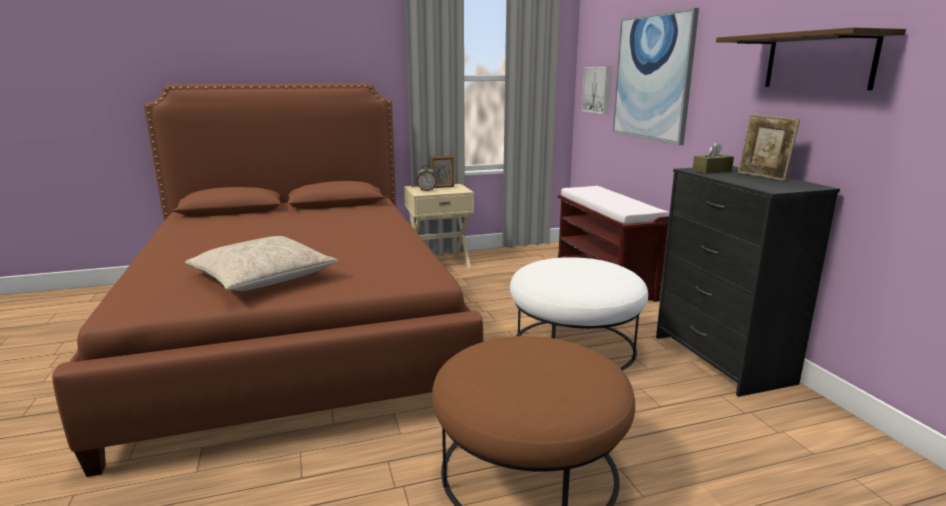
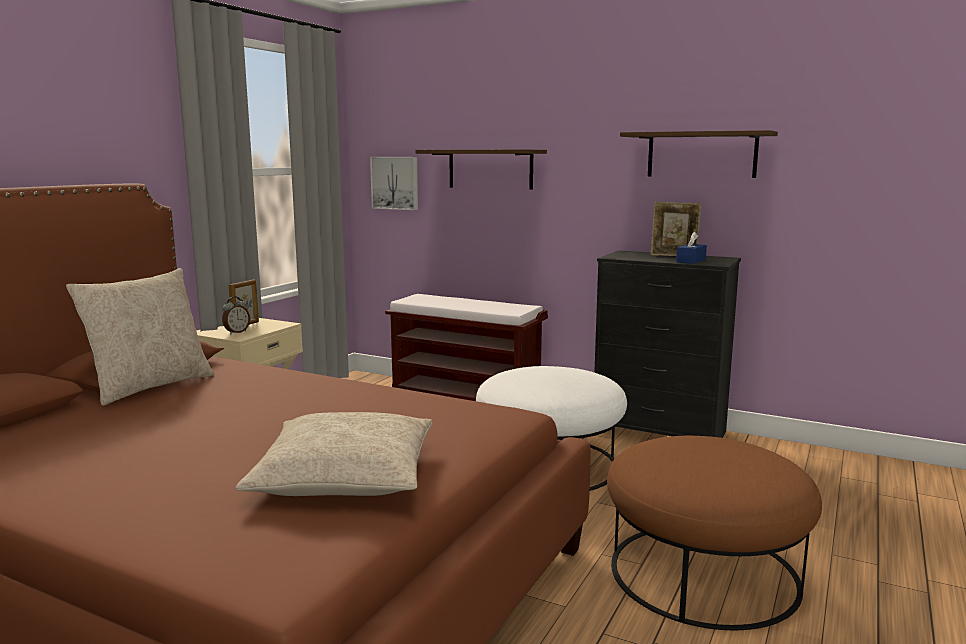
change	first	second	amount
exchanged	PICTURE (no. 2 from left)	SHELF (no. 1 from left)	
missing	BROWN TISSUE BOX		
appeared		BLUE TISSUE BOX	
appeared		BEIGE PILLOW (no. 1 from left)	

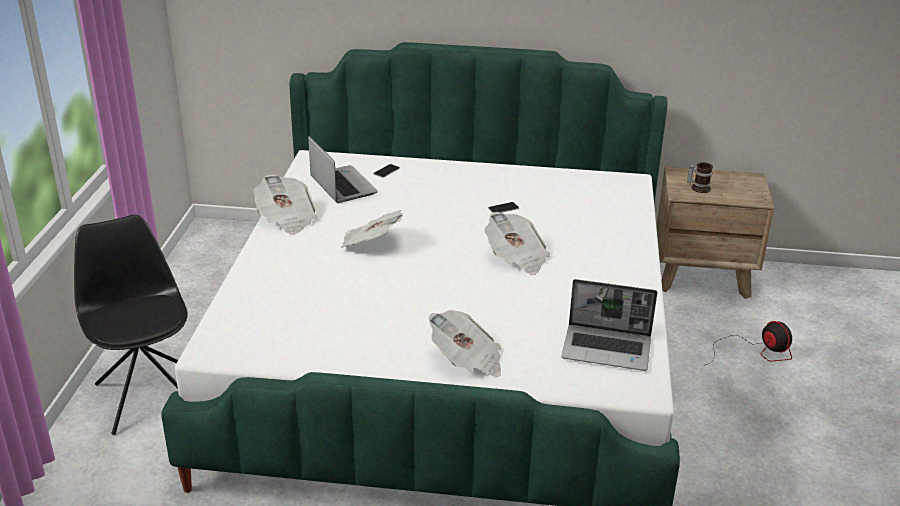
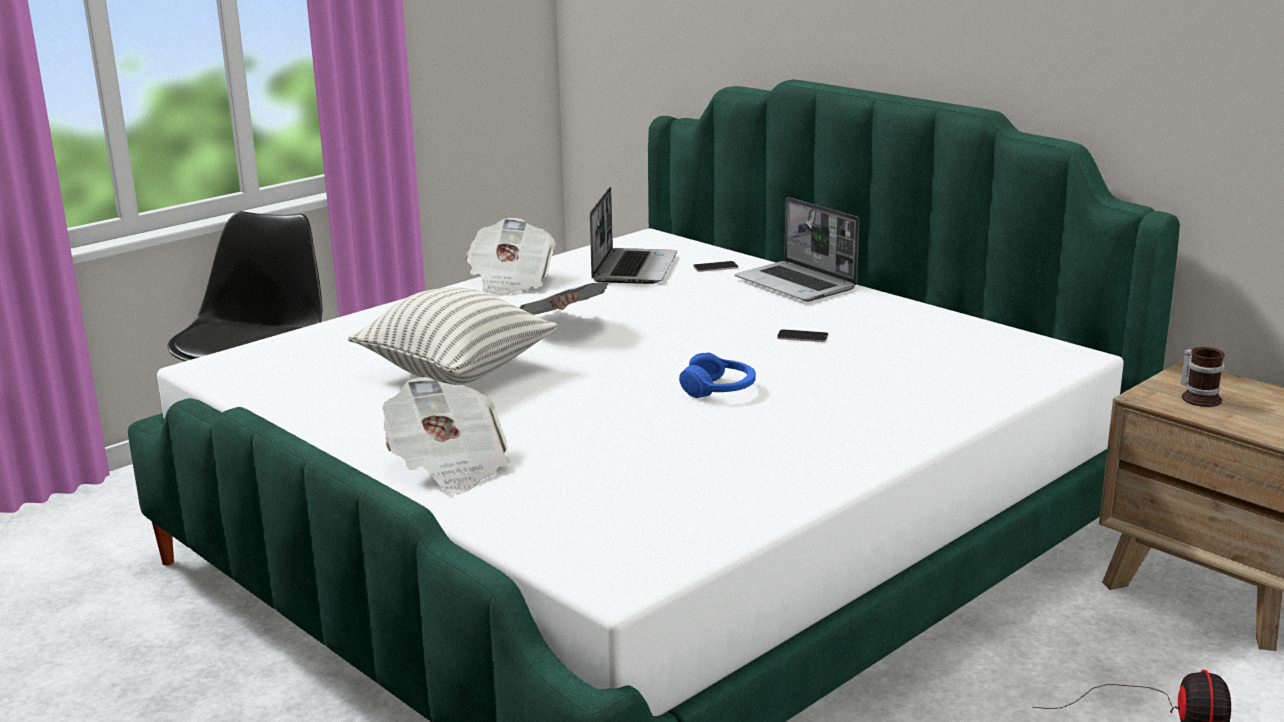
change	first	second	amount
exchanged	NEWSPAPER (no. 4 from left)	BLUE HEADPHONES	
relocated	LAPTOP (no. 2 from left)		
appeared		PILLOW	

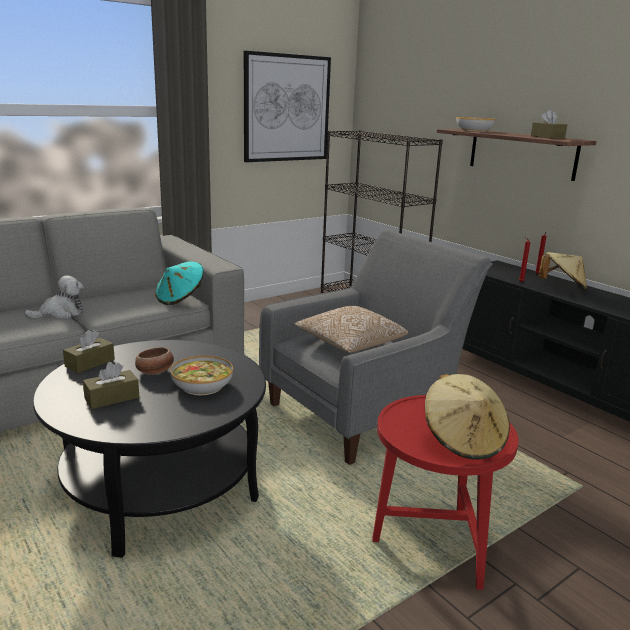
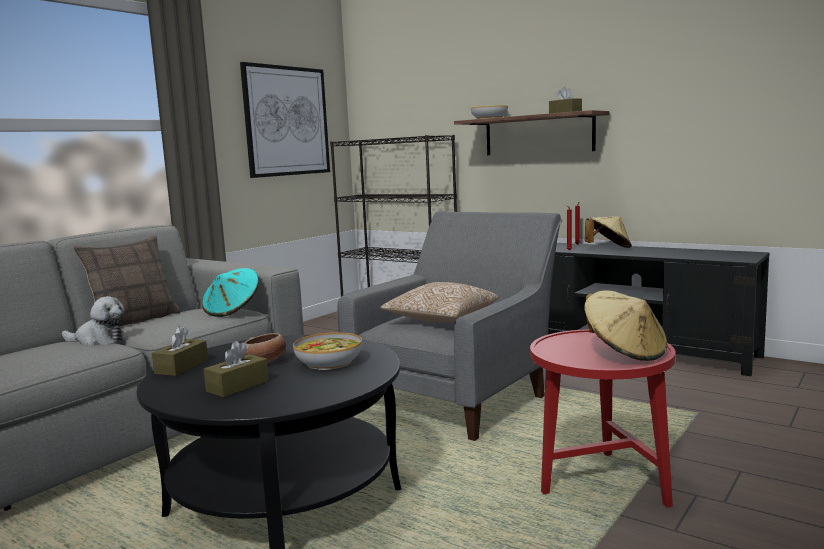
change	first	second	amount
spun	PLUSH TOY		60 degrees clockwise
appeared		PILLOW (no. 1 from left)	

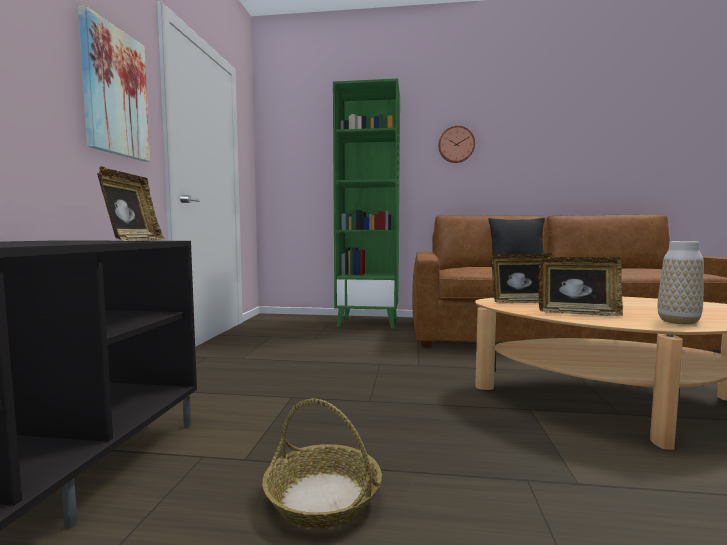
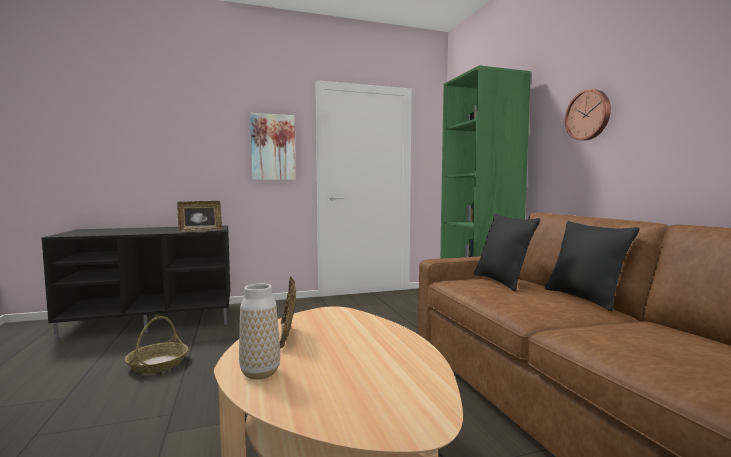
change	first	second	amount
missing	PICTURE FRAME (no. 2 from left)		
appeared		BLACK PILLOW (no. 1 from left)	

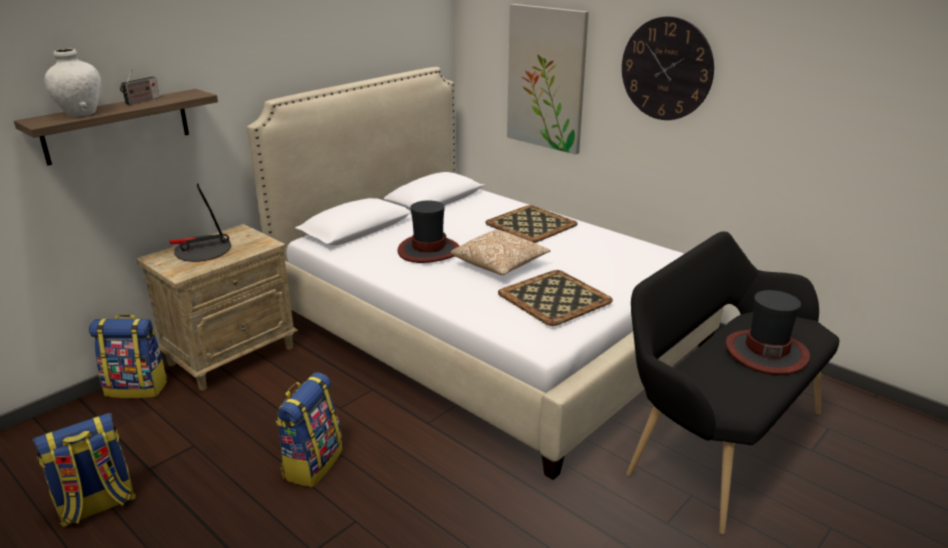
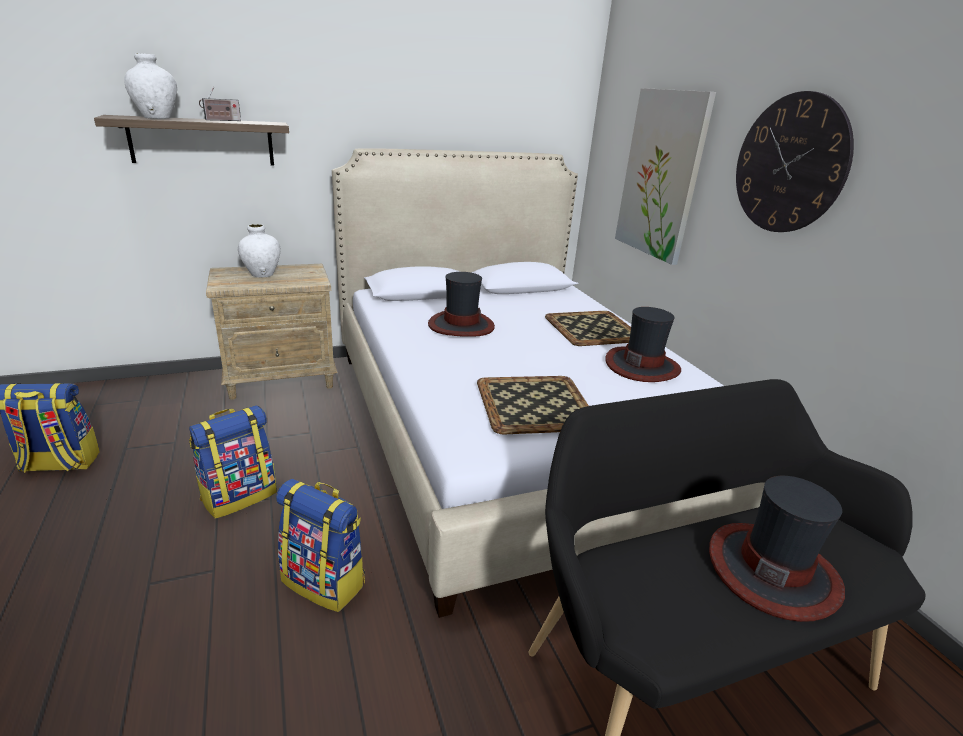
change	first	second	amount
exchanged	TABLE LAMP	WHITE VASE (no. 2 from left)	
missing	PILLOW		
relocated	BACKPACK (no. 2 from left in the first image)	BACKPACK (no. 3 from left)	
appeared		HAT (no. 2 from left)	

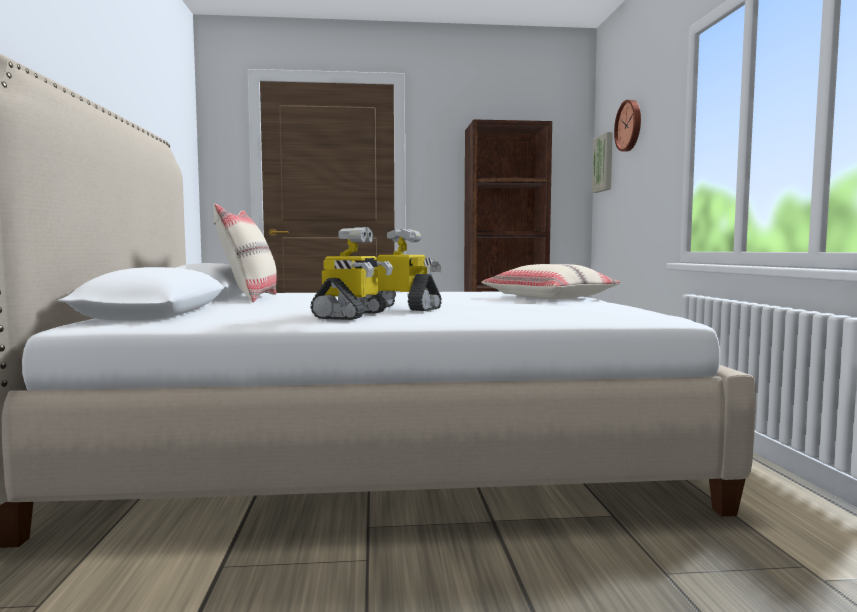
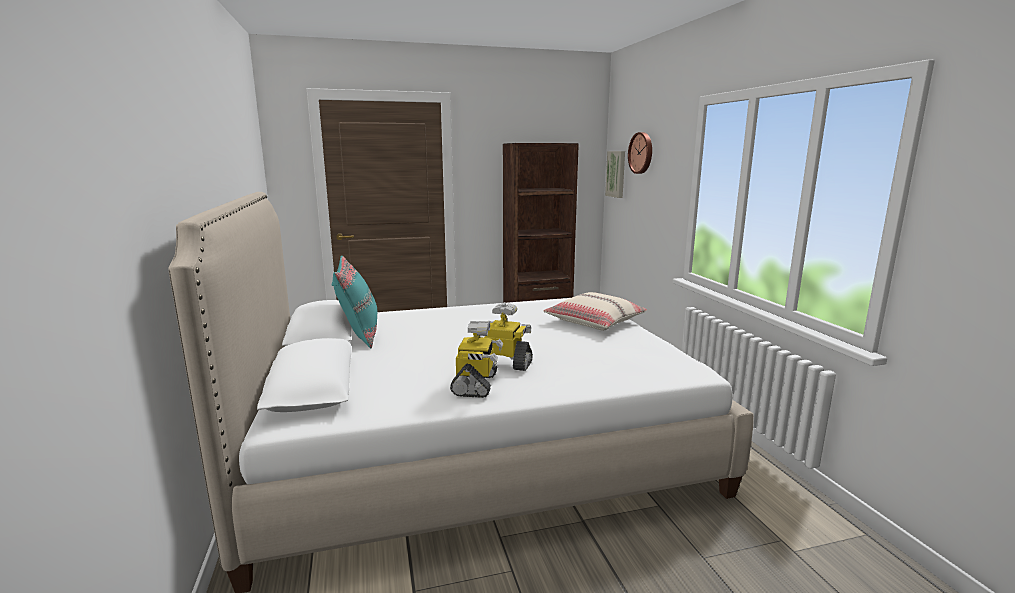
change	first	second	amount
colour	BEIGE PILLOW (no. 1 from left)	TURQUOISE PILLOW	

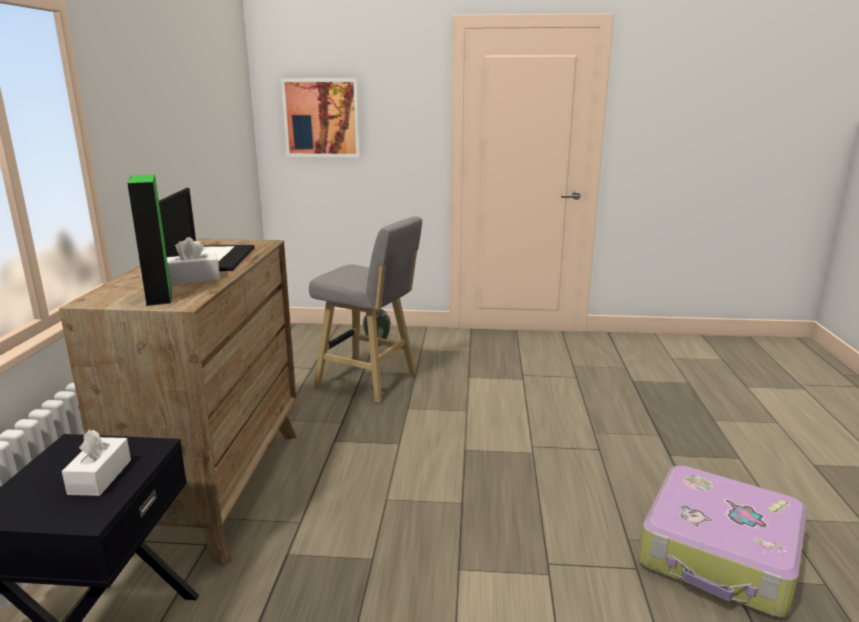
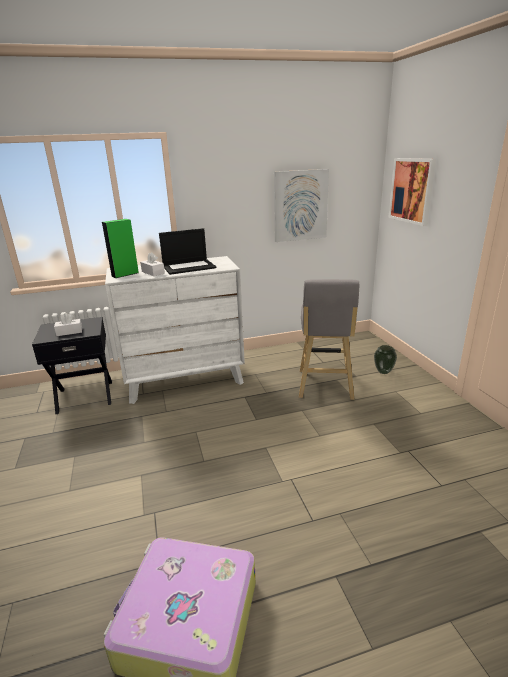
change	first	second	amount
colour	BROWN DRESSER	WHITE DRESSER	
appeared		PICTURE (no. 1 from left)	

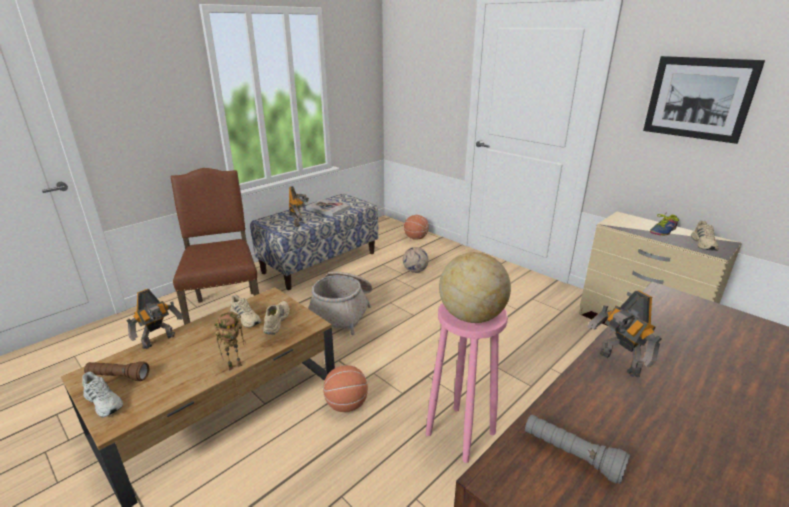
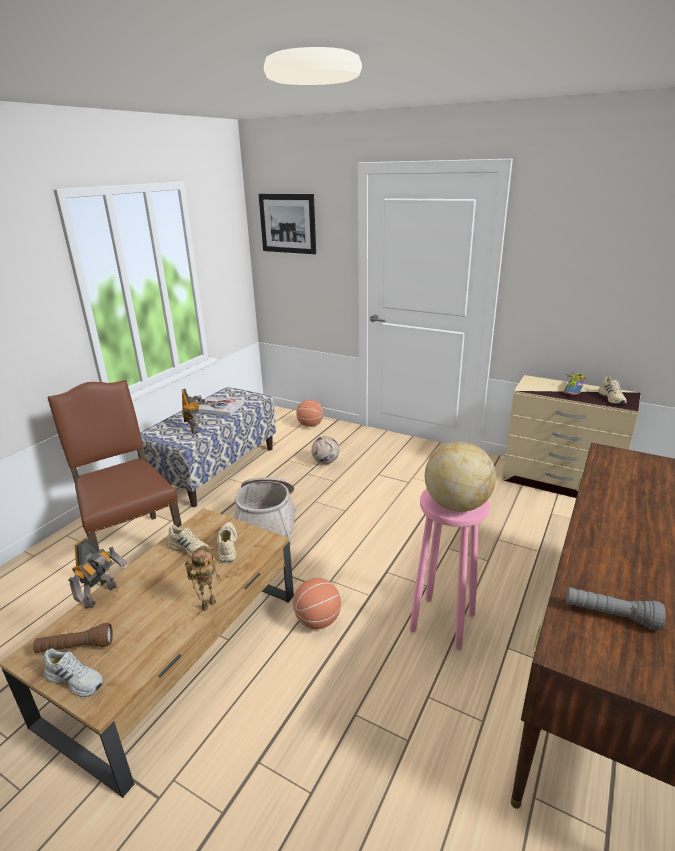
change	first	second	amount
relocated	PICTURE		
missing	TOY ROBOT (no. 4 from left)		

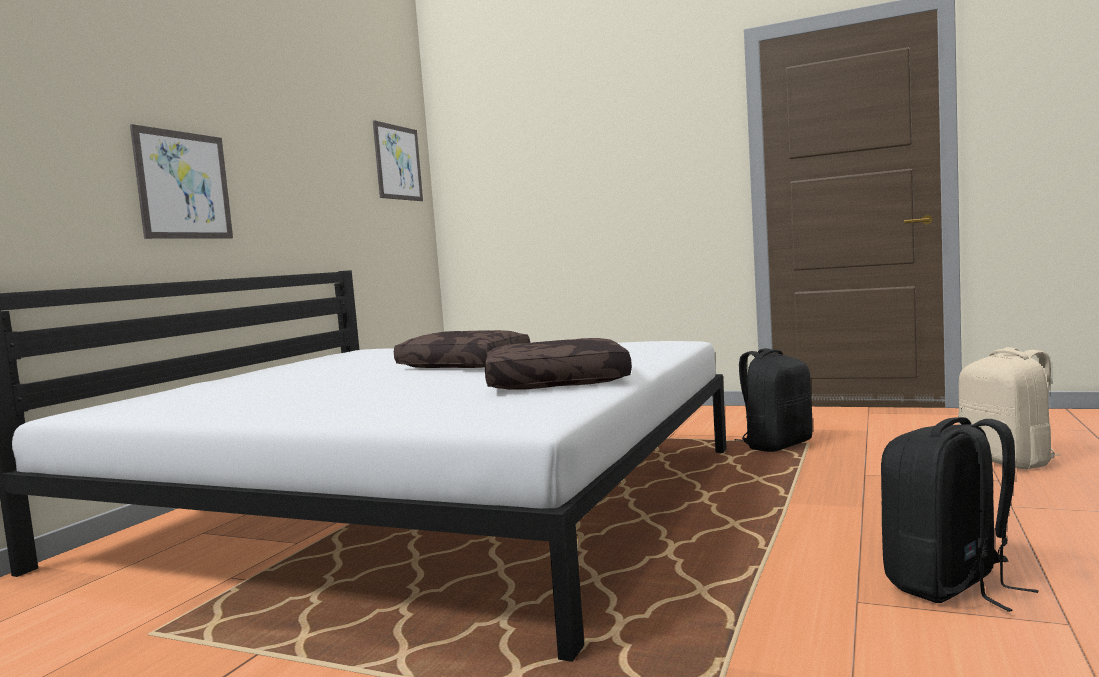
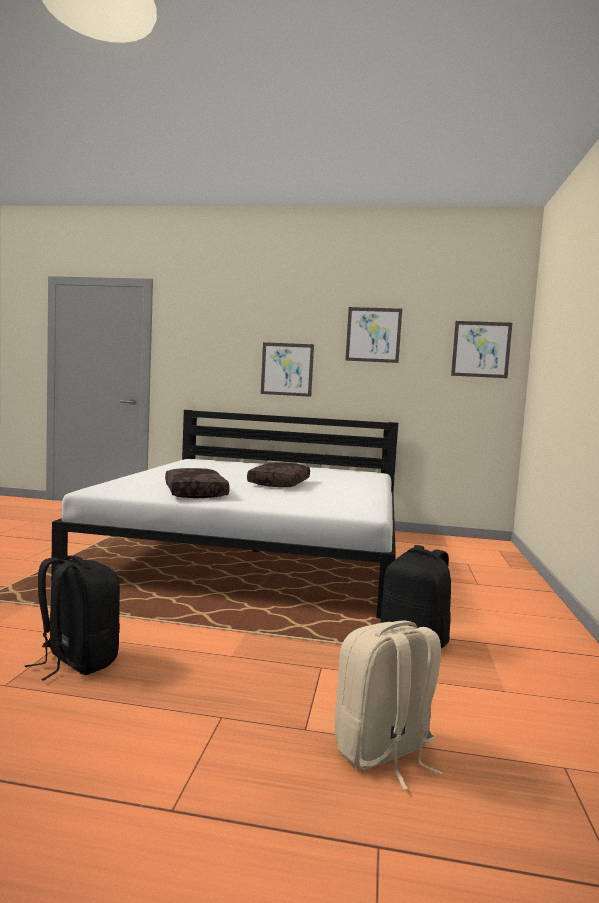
change	first	second	amount
appeared		PICTURE (no. 2 from left)	

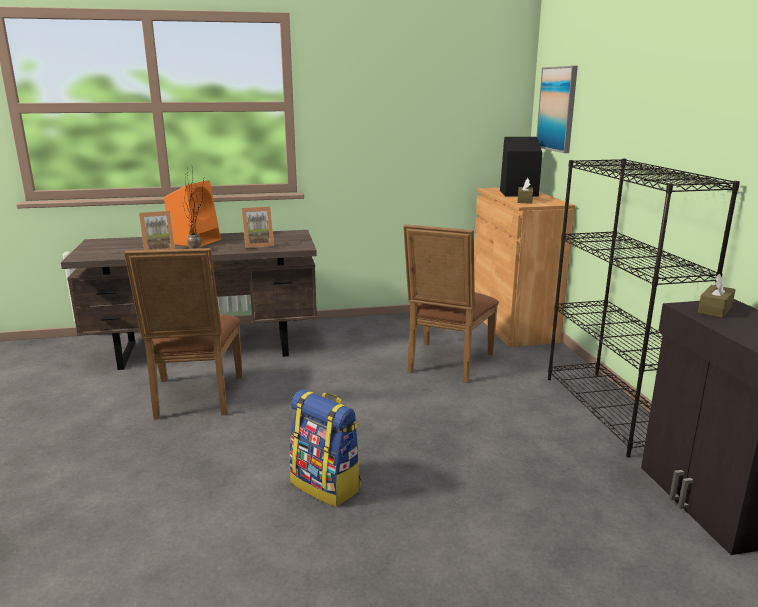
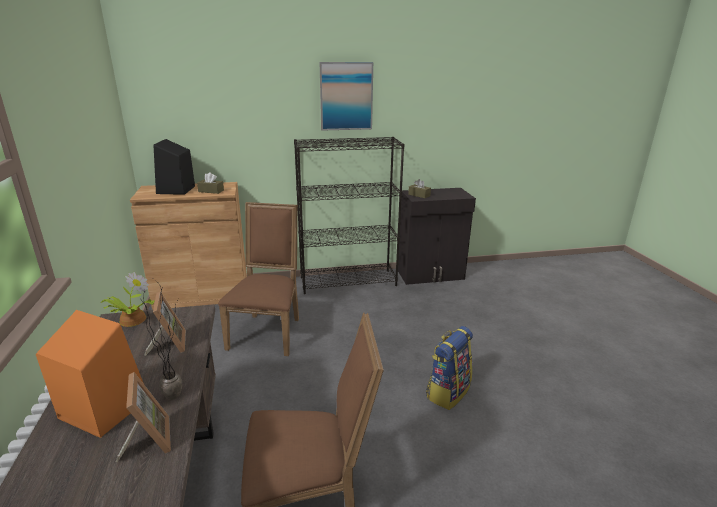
change	first	second	amount
relocated	PICTURE		
spun	BROWN CHAIR (no. 2 from left in the first image)	BROWN CHAIR (no. 1 from left)	105 degrees counterclockwise
appeared		POTTED PLANT (no. 1 from left)	

